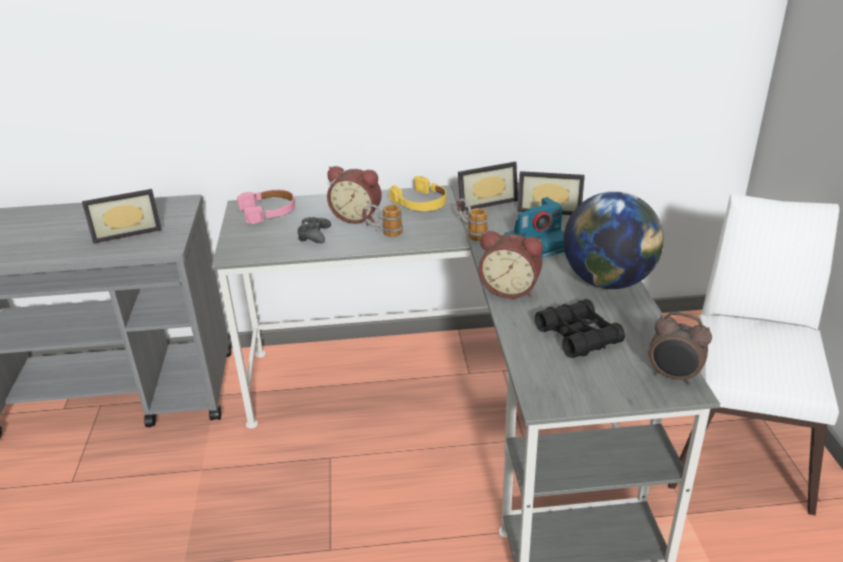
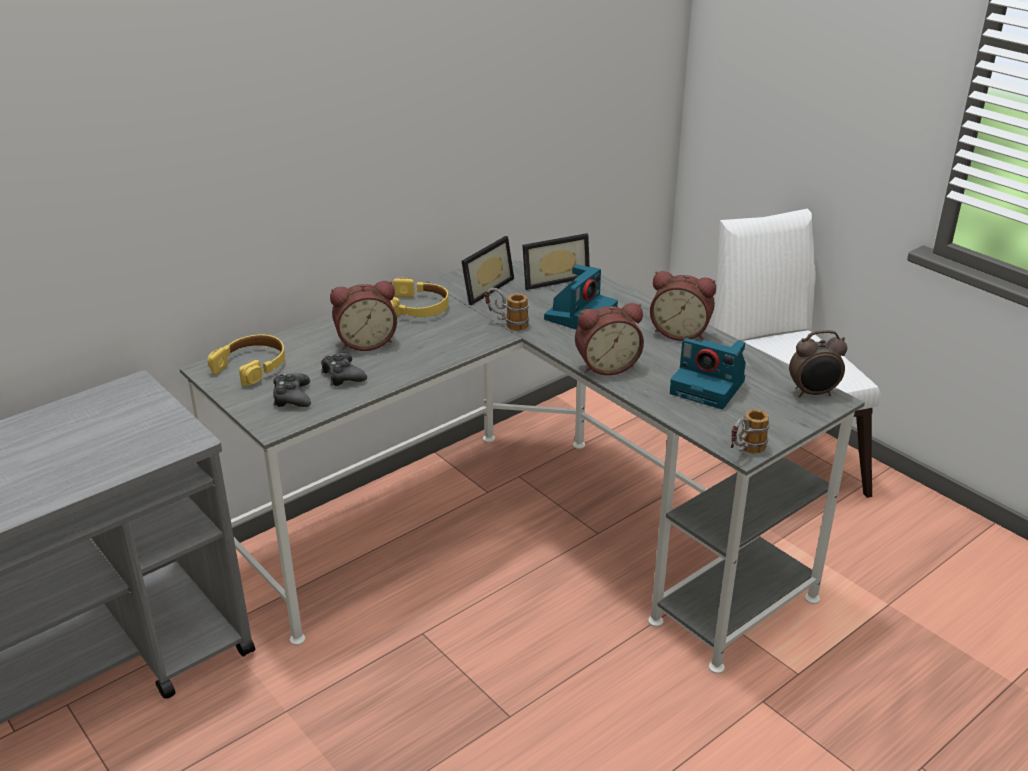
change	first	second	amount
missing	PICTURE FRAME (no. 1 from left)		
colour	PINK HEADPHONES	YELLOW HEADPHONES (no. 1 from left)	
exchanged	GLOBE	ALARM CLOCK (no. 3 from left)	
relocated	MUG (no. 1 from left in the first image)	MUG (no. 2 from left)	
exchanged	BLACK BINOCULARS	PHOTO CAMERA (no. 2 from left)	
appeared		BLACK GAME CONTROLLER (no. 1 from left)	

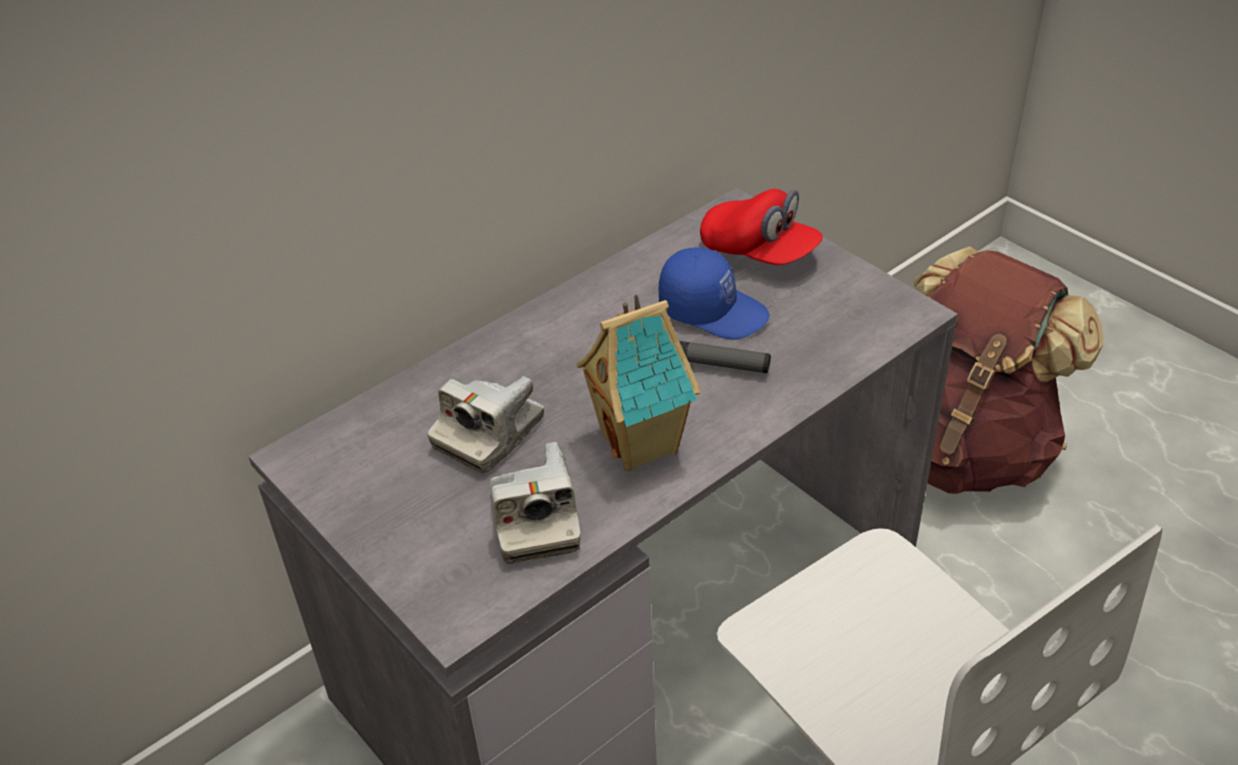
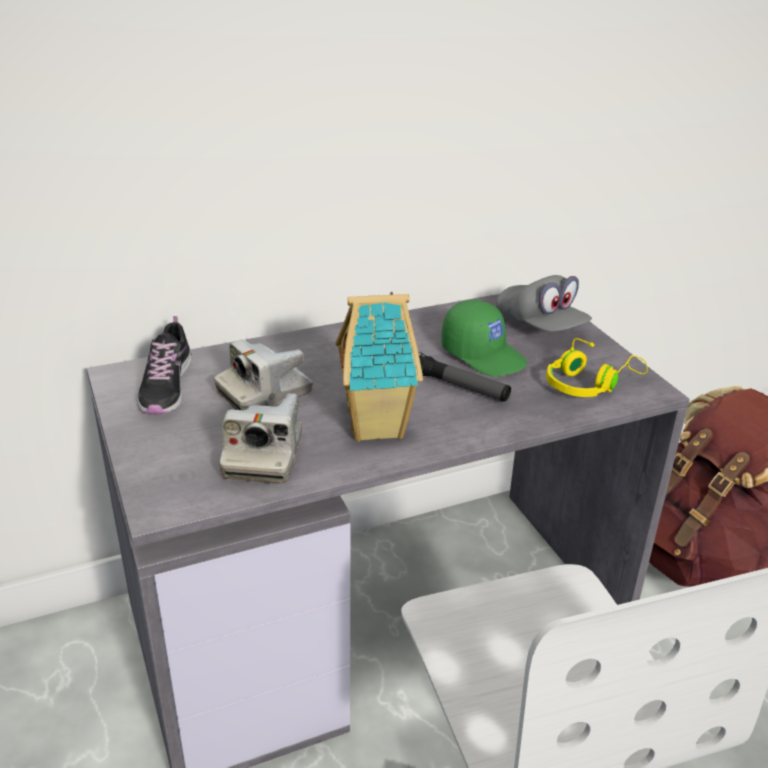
change	first	second	amount
colour	RED CAP	GREY CAP	
colour	BLUE CAP	GREEN CAP	
appeared		SHOE	
appeared		YELLOW HEADPHONES	

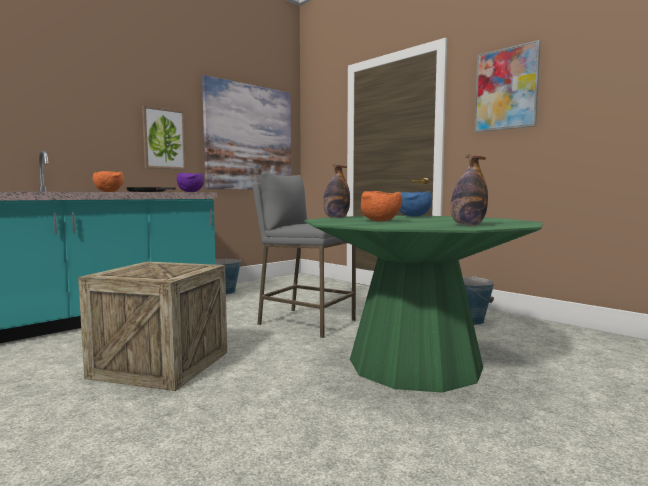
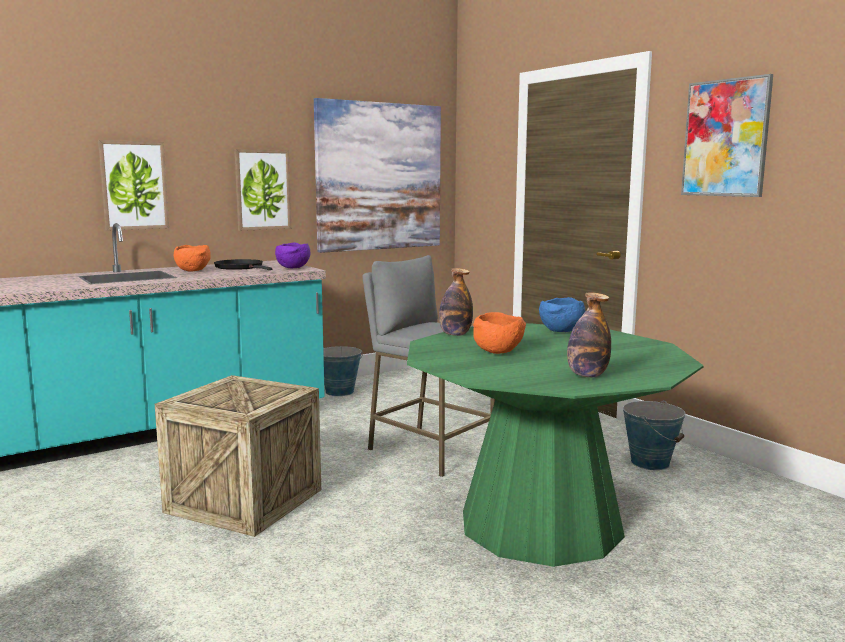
change	first	second	amount
appeared		PICTURE (no. 1 from left)	

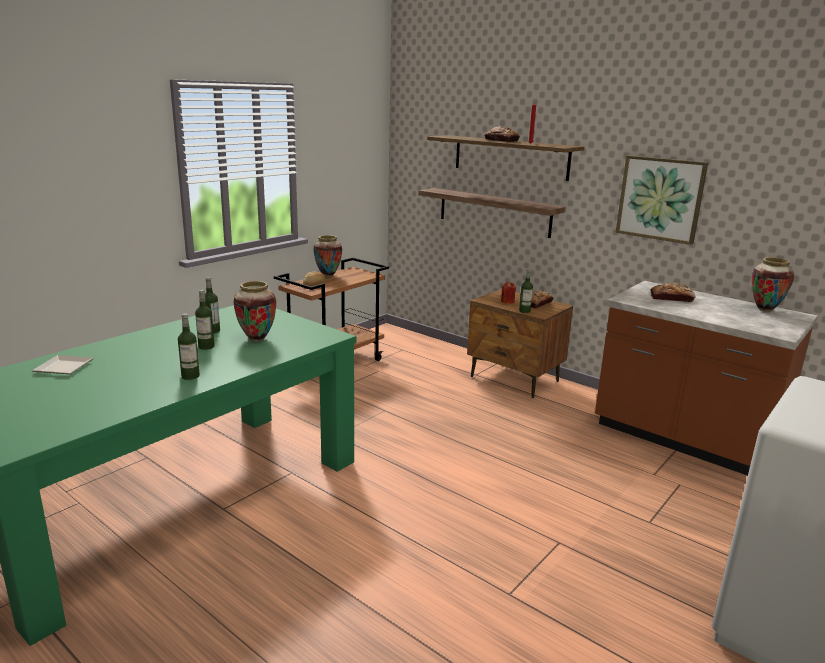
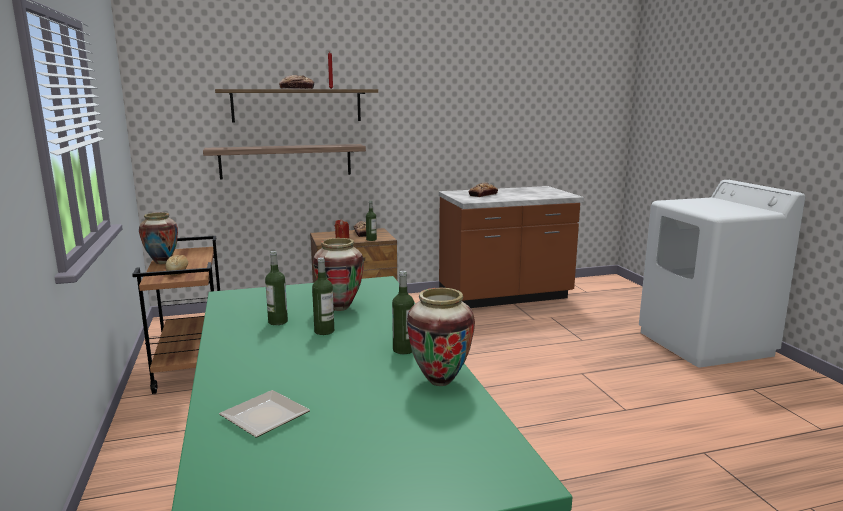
change	first	second	amount
missing	PICTURE		
relocated	VASE (no. 3 from left)		

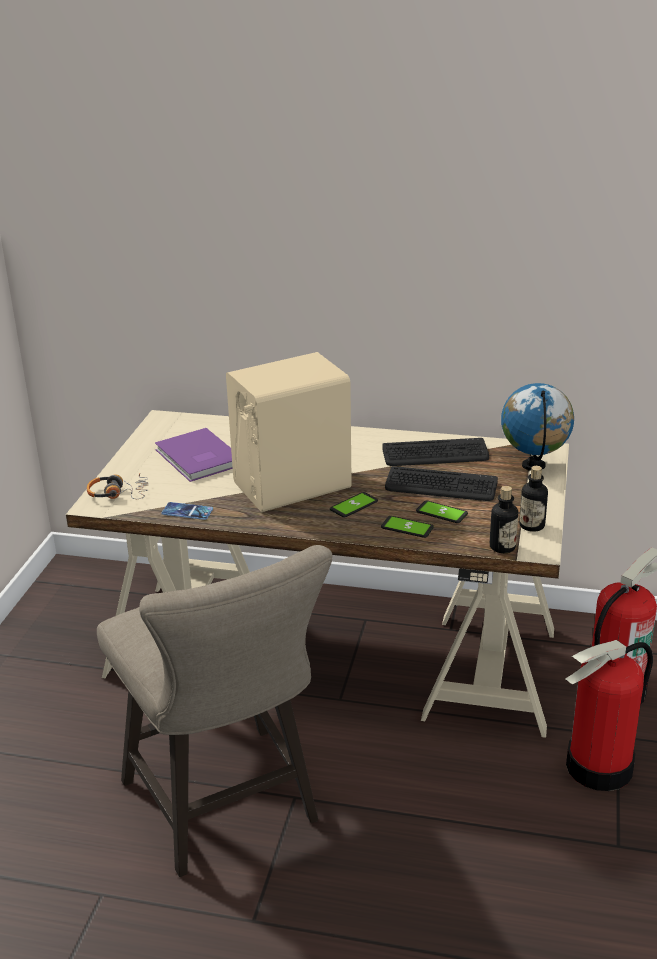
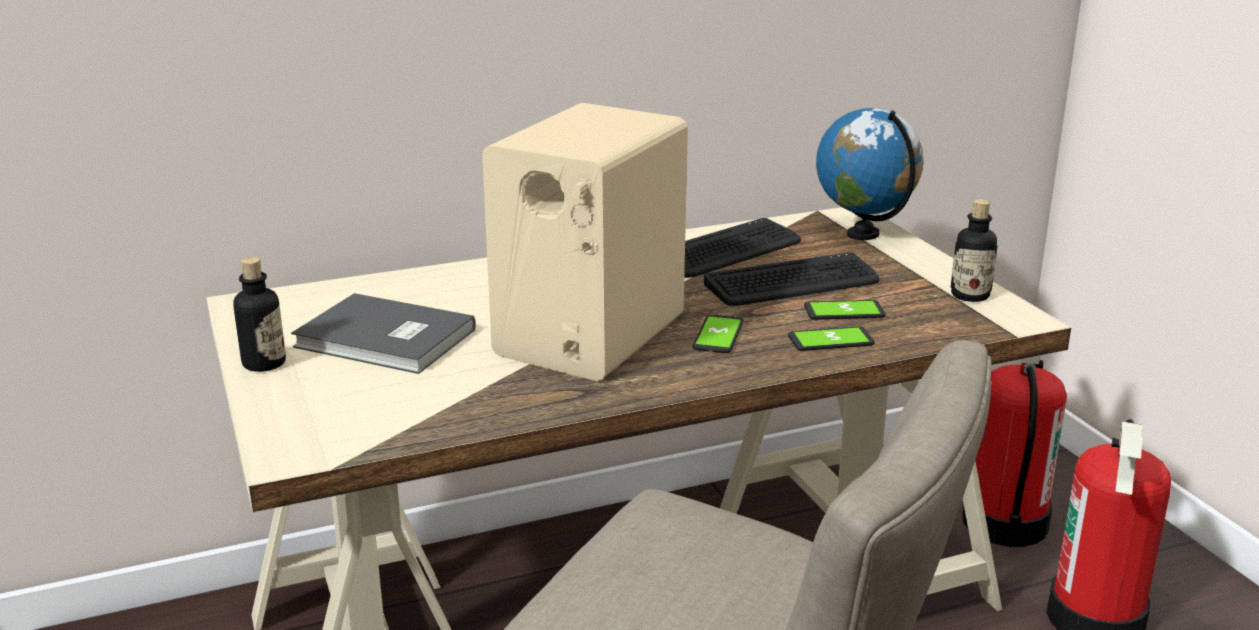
change	first	second	amount
colour	PURPLE BOOK	GREY BOOK	
missing	HEADPHONES		
relocated	BOTTLE (no. 1 from left)		
missing	PHONE (no. 1 from left)		

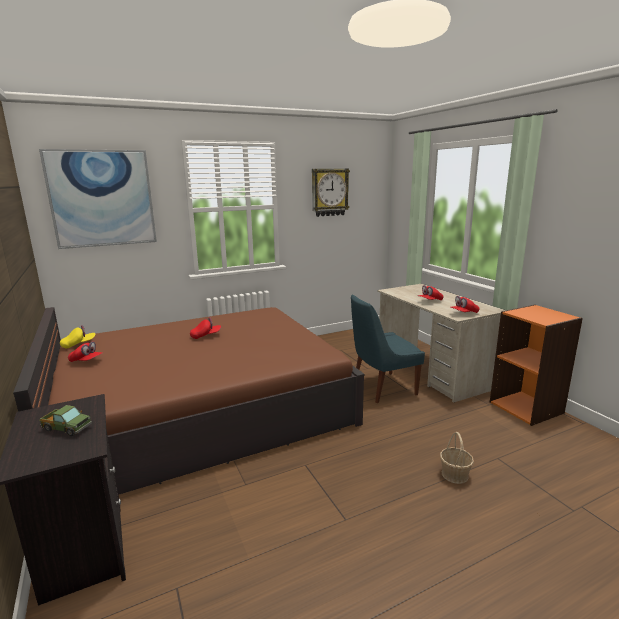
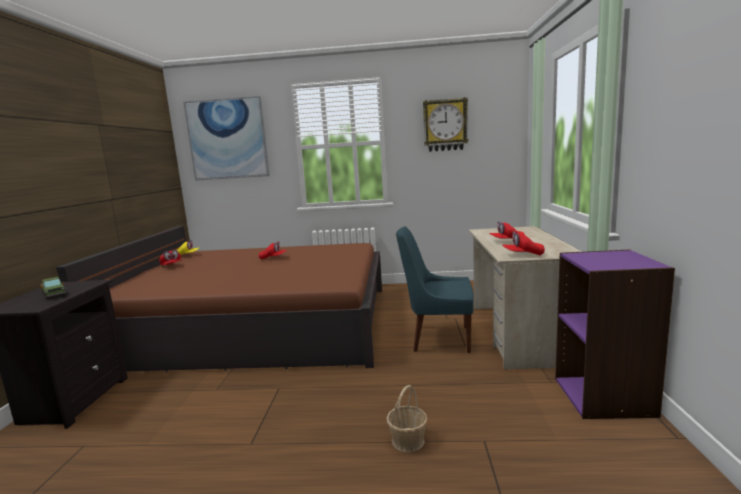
change	first	second	amount
colour	ORANGE BOOKCASE	PURPLE BOOKCASE	

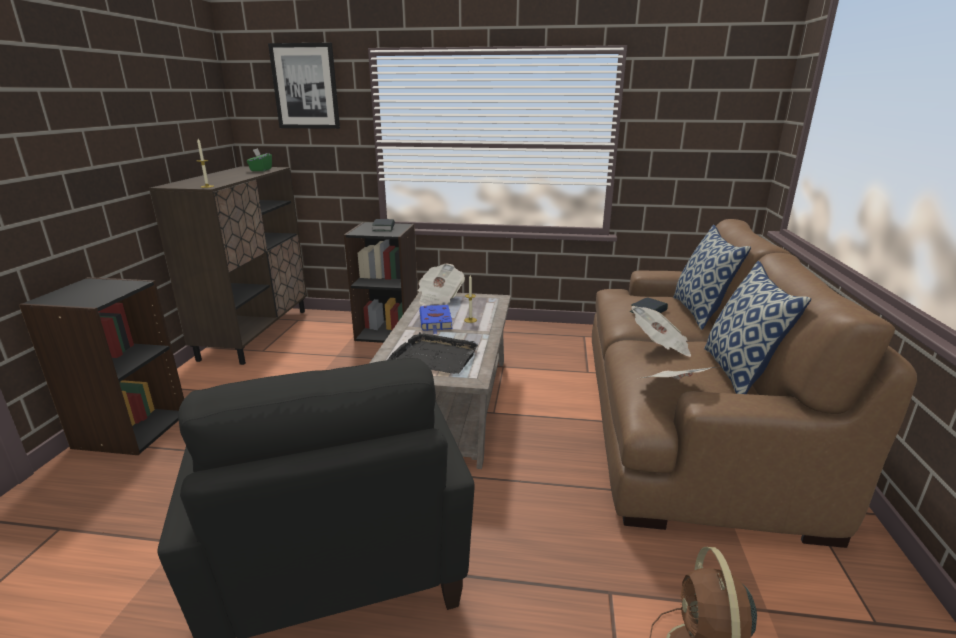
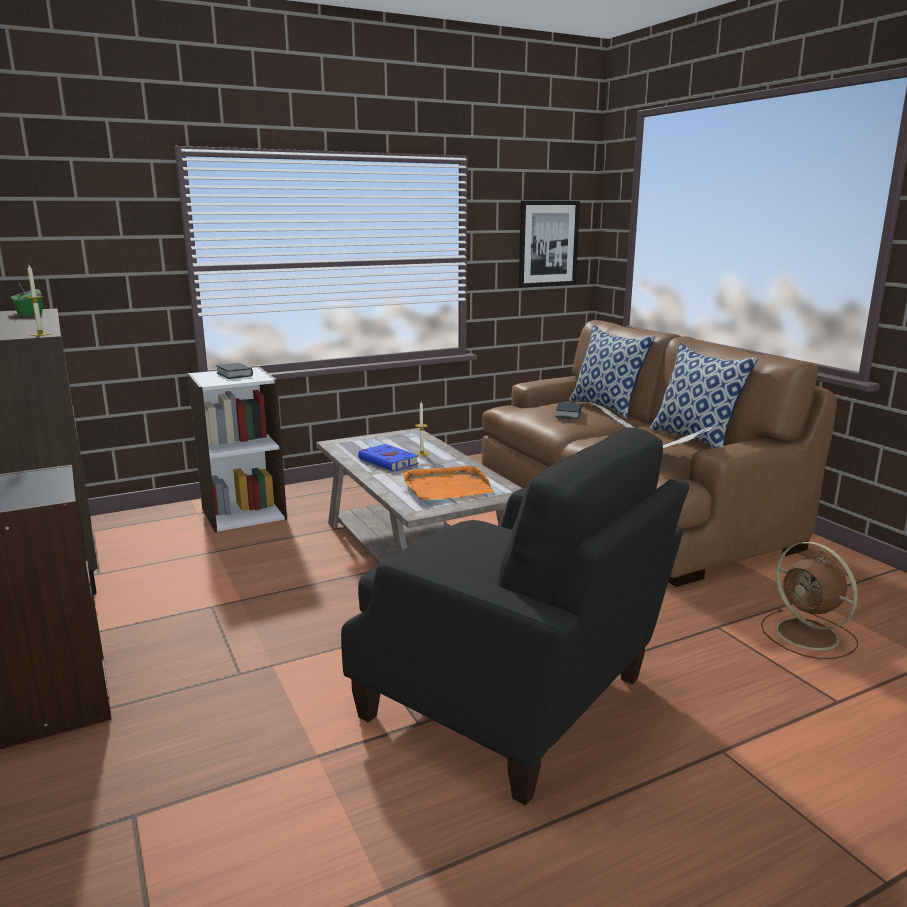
change	first	second	amount
relocated	PICTURE		
colour	BLACK BOOKCASE (no. 2 from left)	WHITE BOOKCASE	
missing	NEWSPAPER (no. 1 from left)		
colour	BLACK TRAY	ORANGE TRAY	

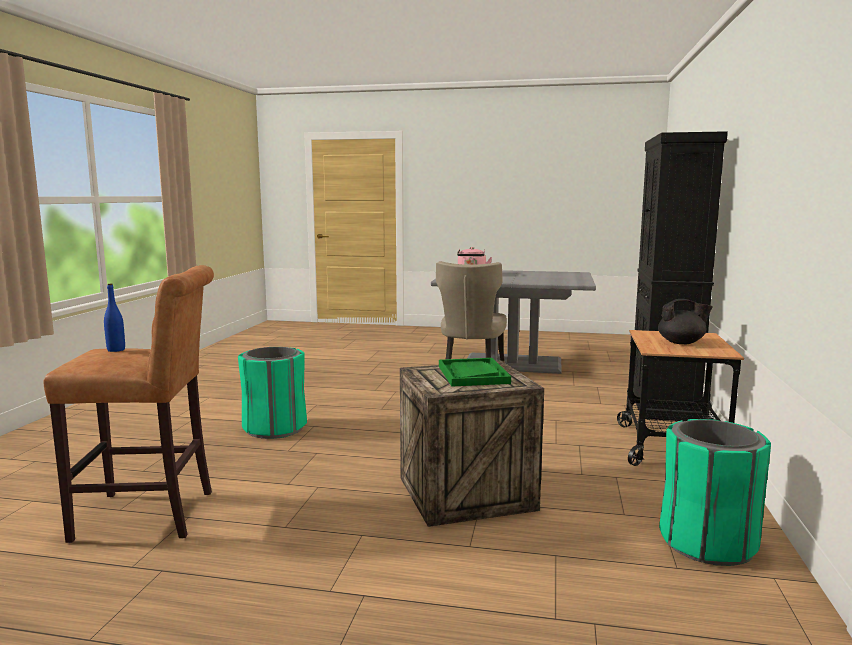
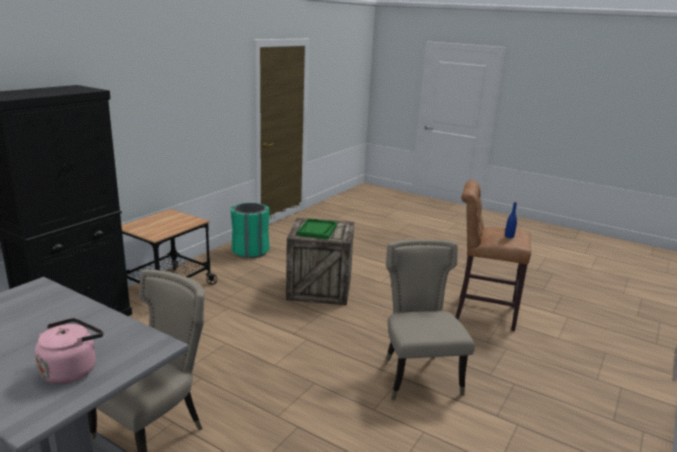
change	first	second	amount
missing	BLACK TEAPOT		
exchanged	GREEN TRASH CAN (no. 1 from left)	BEIGE CHAIR (no. 2 from left)	

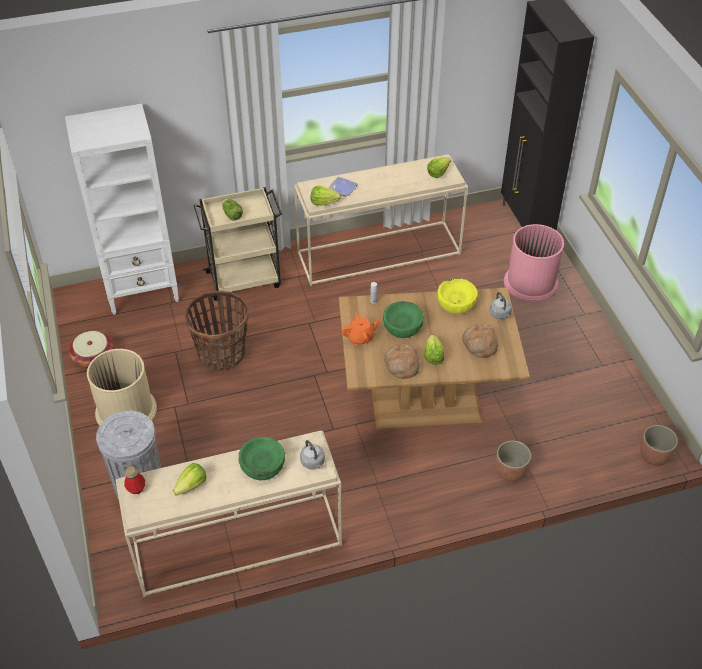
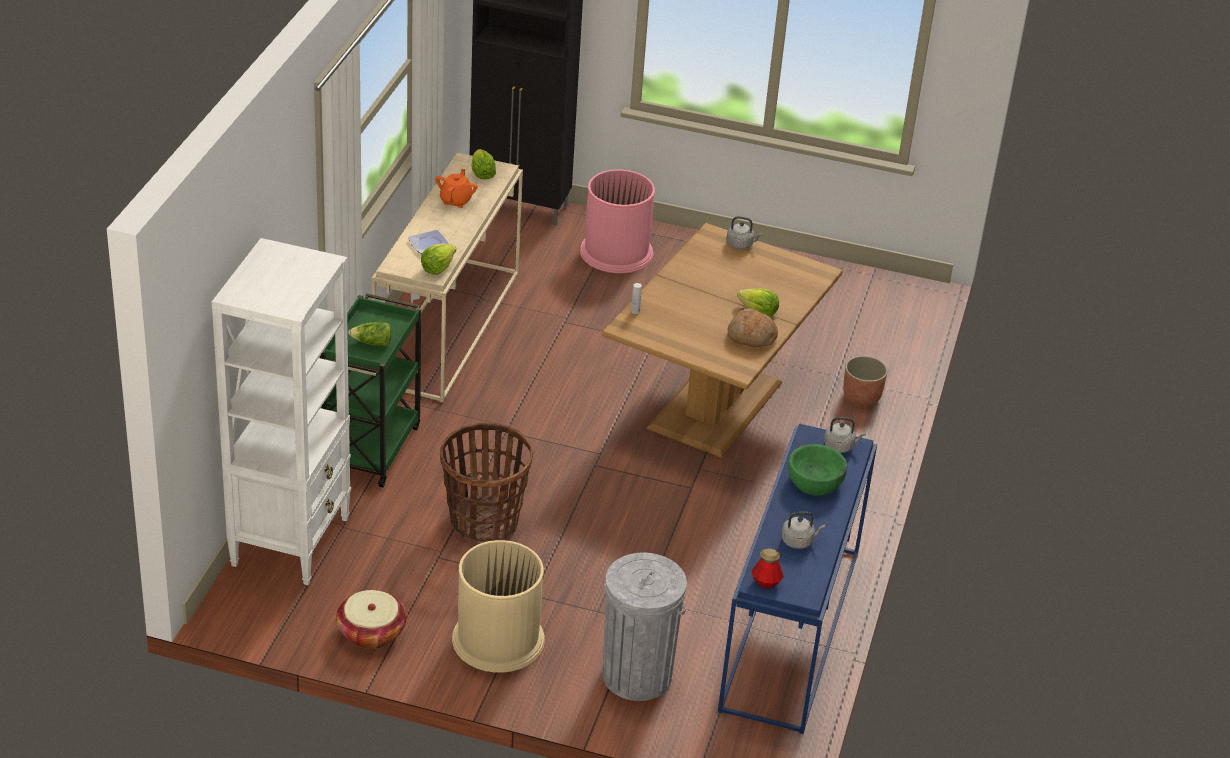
change	first	second	amount
colour	BEIGE CART	GREEN CART	
missing	YELLOW BOWL		
missing	GREEN BOWL (no. 2 from left)		
relocated	ORANGE TEAPOT		
missing	BREAD (no. 2 from left)		
missing	PLANTER (no. 2 from left)		
colour	BEIGE CONSOLE TABLE (no. 1 from left)	BLUE CONSOLE TABLE	
exchanged	LETTUCE (no. 1 from left)	GREY KETTLE (no. 2 from left)	

